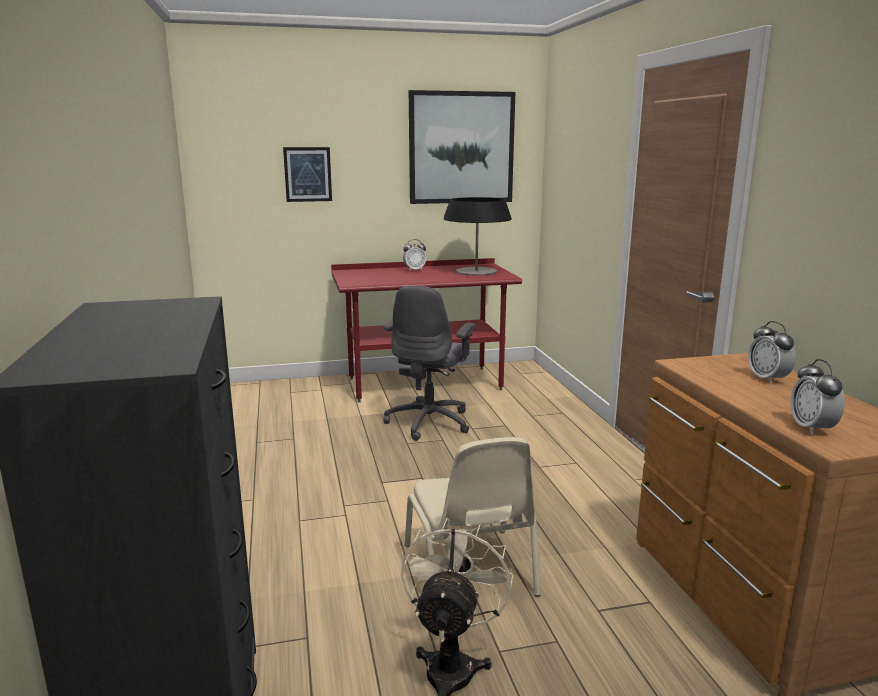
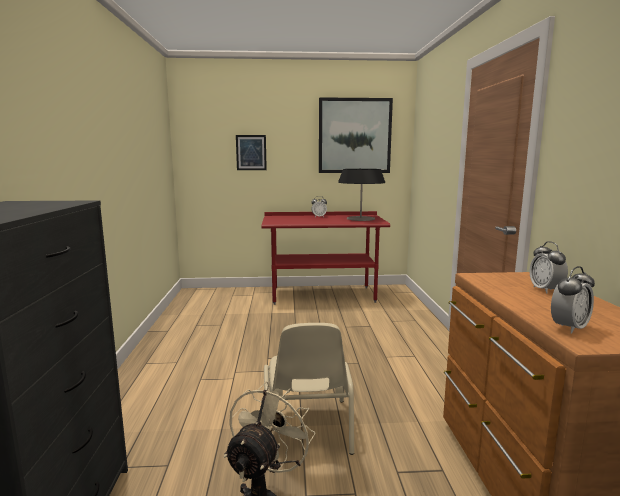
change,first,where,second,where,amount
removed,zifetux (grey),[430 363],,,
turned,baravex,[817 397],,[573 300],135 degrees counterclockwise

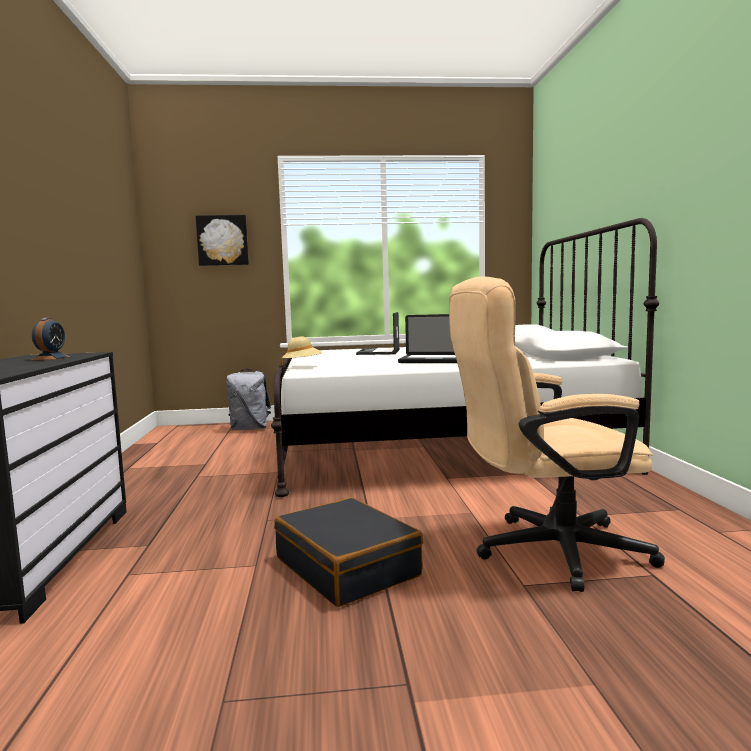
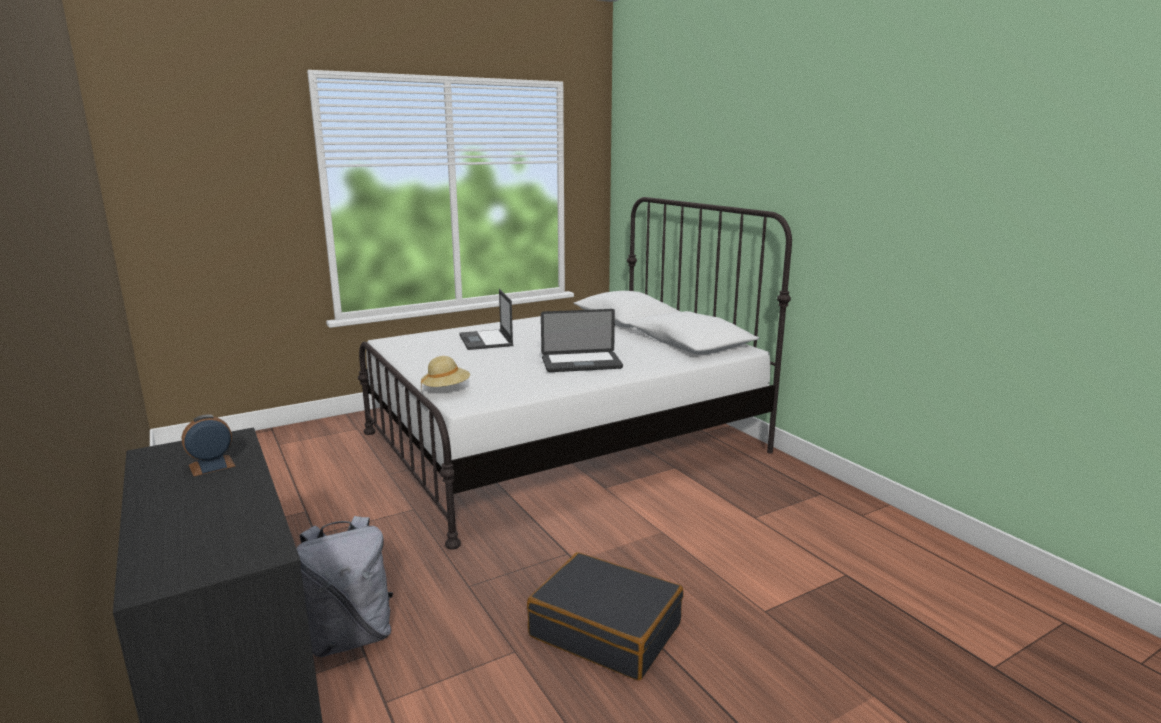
change,first,where,second,where,amount
removed,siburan,[222 240],,,
removed,zifetux (beige),[557 434],,,
moved,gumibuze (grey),[248 399],,[344 586],
turned,baravex,[51 339],,[208 445],105 degrees counterclockwise

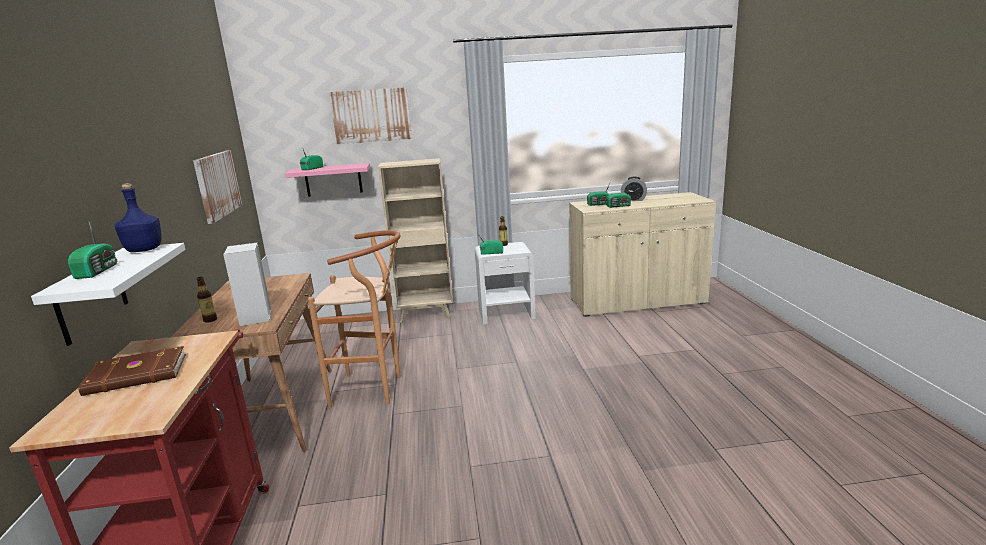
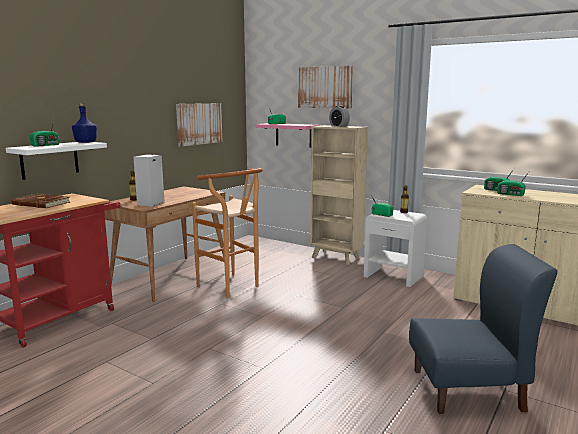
change,first,where,second,where,amount
added,,,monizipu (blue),[483 329],
moved,baravex,[634 189],,[339 116],

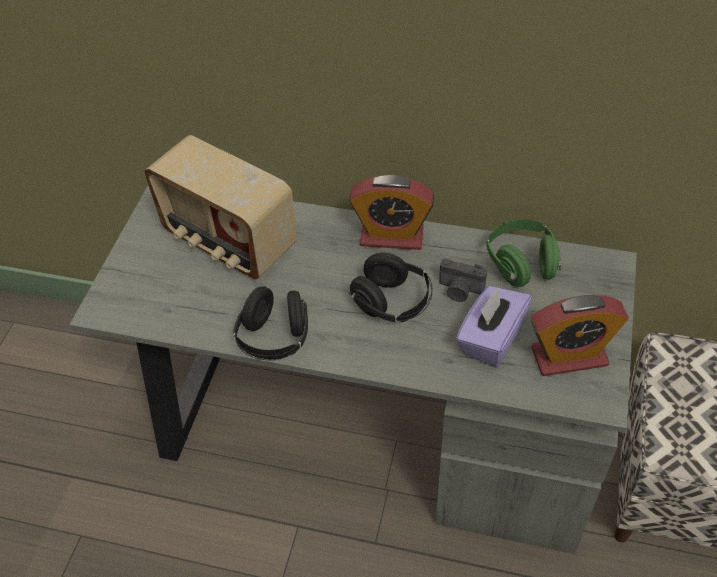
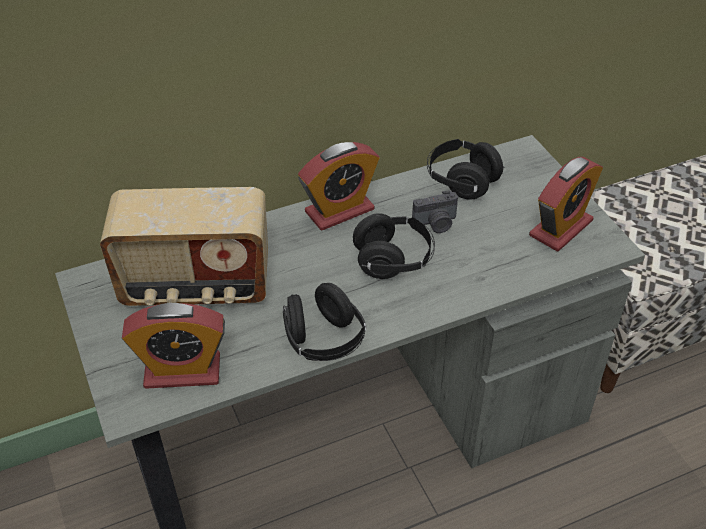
change,first,where,second,where,amount
removed,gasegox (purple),[494 326],,,
added,,,baravex,[173 346],
recoloured,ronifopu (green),[523 253],ronifopu (black),[465 169],

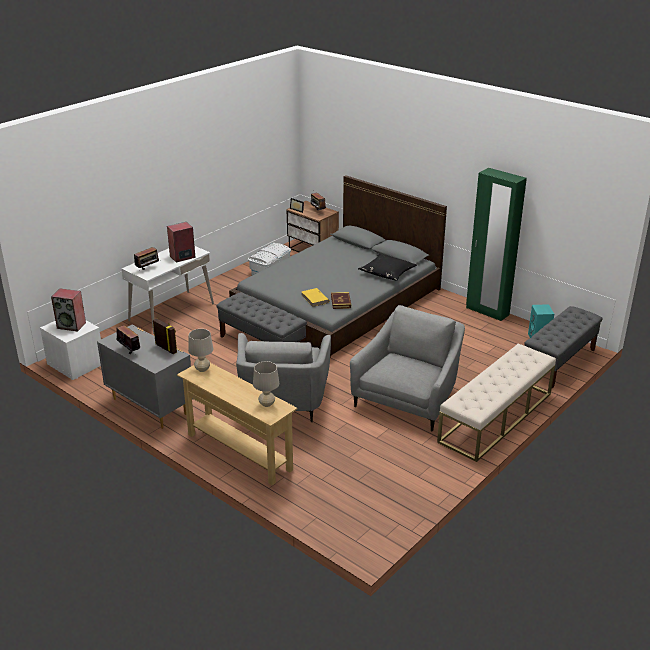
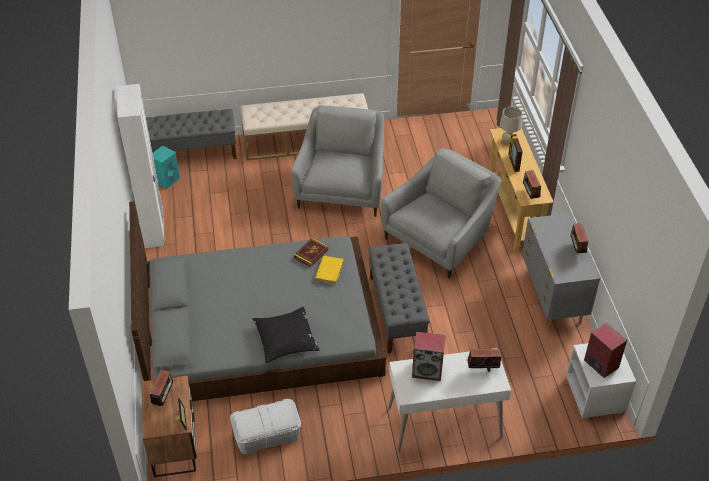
change,first,where,second,where,amount
moved,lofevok,[165 336],,[515 153],
moved,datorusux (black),[387 267],,[286 334],
replaced,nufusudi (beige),[200 350],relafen,[532 185],
recoloured,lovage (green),[496 244],lovage (white),[141 166],
turned,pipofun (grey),[407 368],,[337 161],120 degrees clockwise

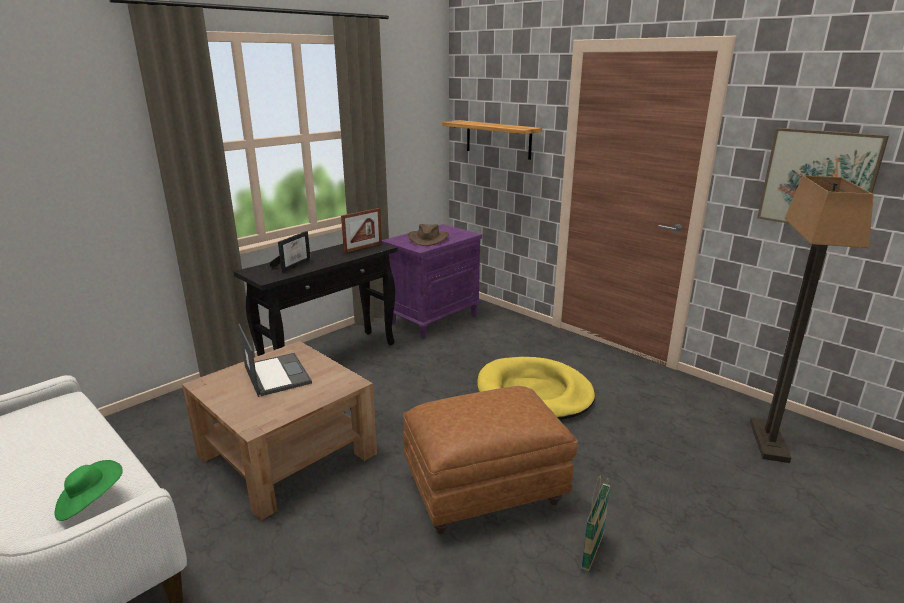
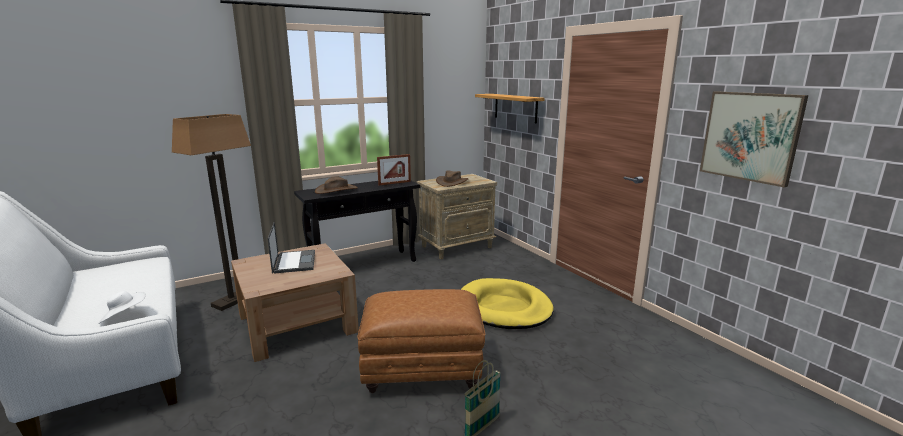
change,first,where,second,where,amount
moved,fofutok,[812 319],,[211 212],
replaced,lofevok,[290 252],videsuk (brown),[336 185],
recoloured,videsuk (green),[88 490],videsuk (white),[122 307],
recoloured,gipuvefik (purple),[432 281],gipuvefik (beige),[457 216],

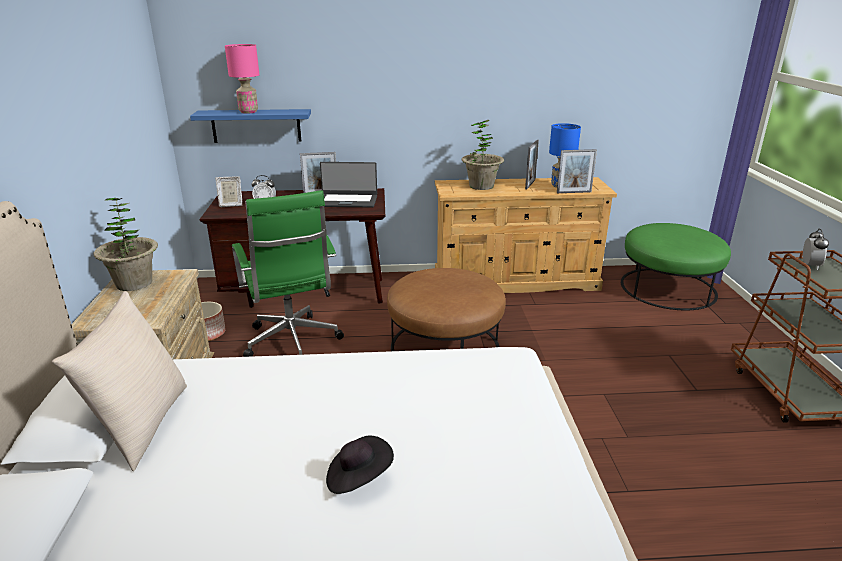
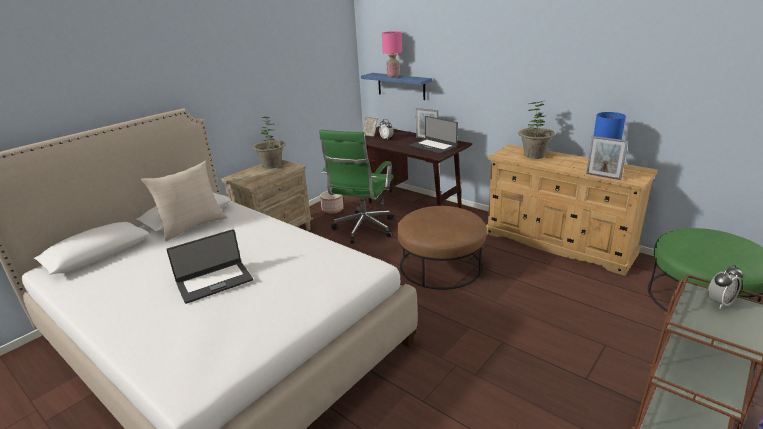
change,first,where,second,where,amount
removed,lofevok,[532 164],,,
replaced,videsuk (black),[360 465],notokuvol,[209 266],

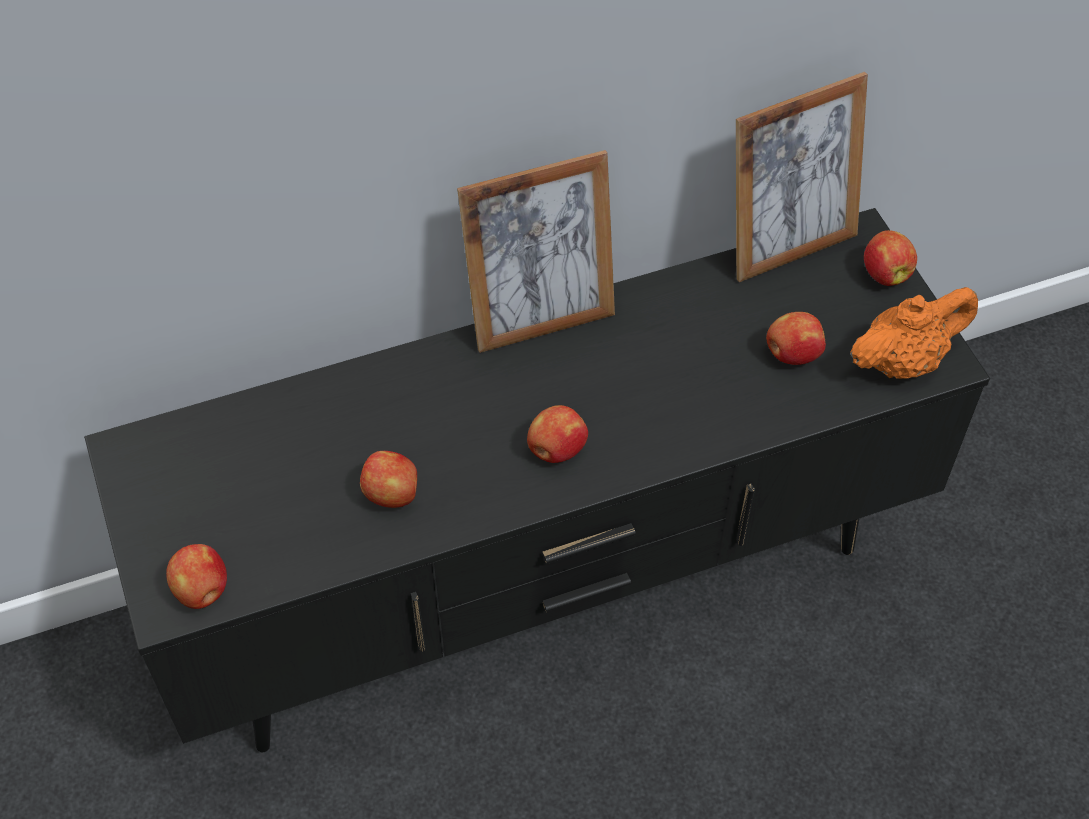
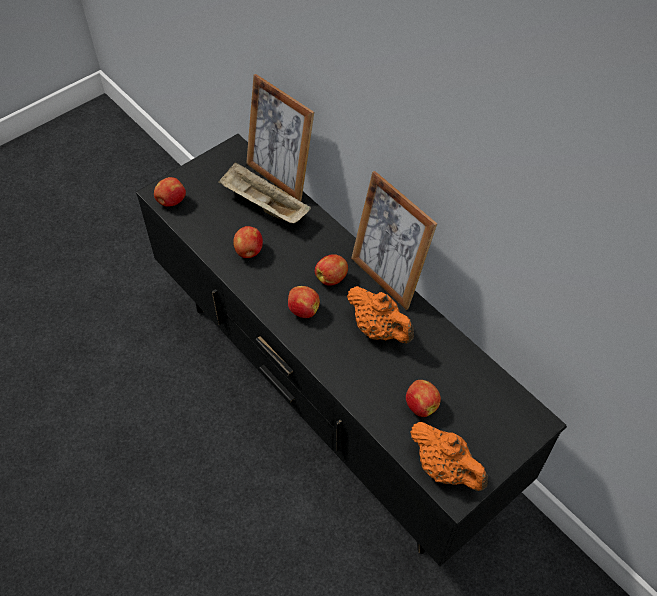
change,first,where,second,where,amount
added,,,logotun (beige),[264 193],
added,,,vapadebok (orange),[380 314],
moved,lofevok,[802 177],,[280 137],
moved,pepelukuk,[890 258],,[331 270],

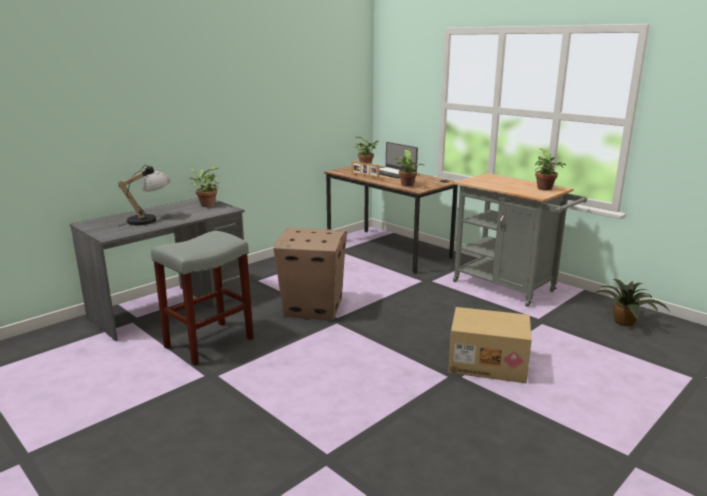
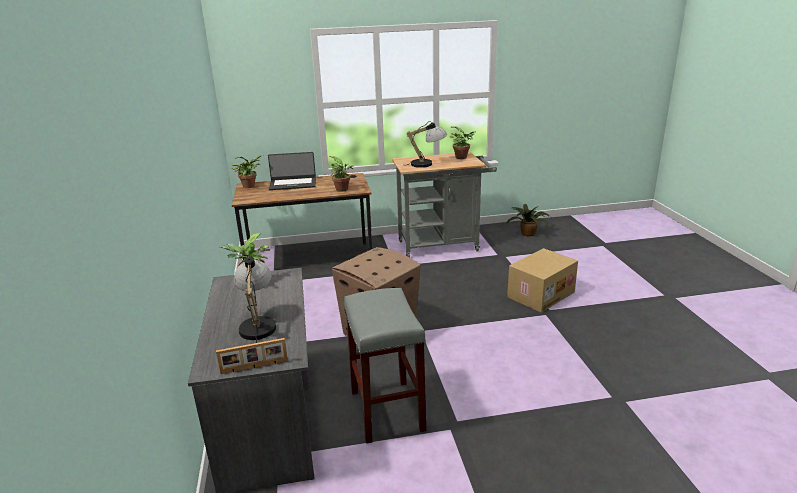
change,first,where,second,where,amount
added,,,nufusudi,[427 144],
moved,lofevok,[365 170],,[252 356],

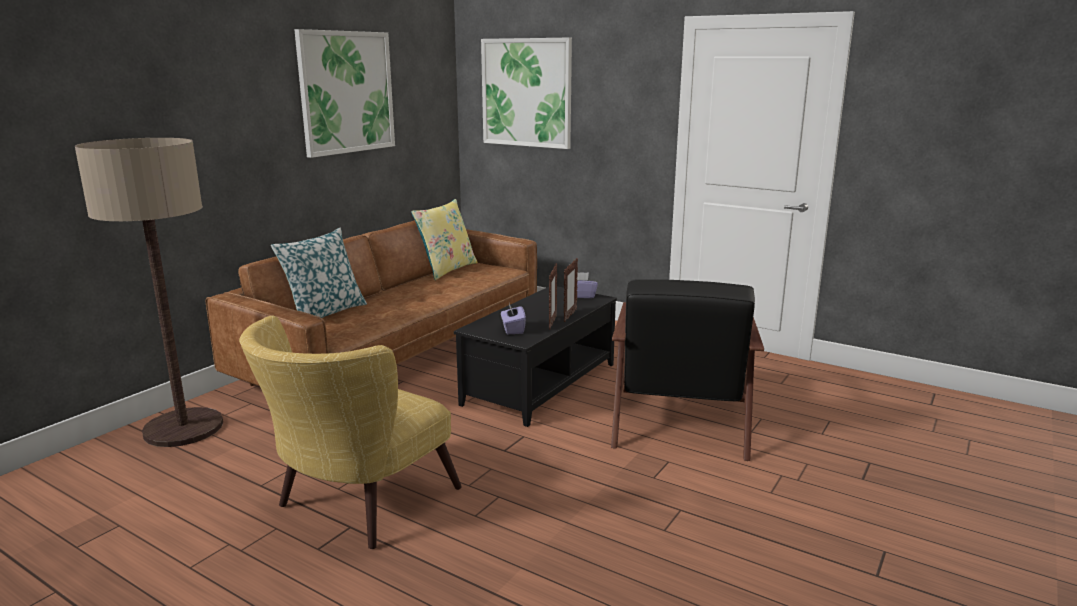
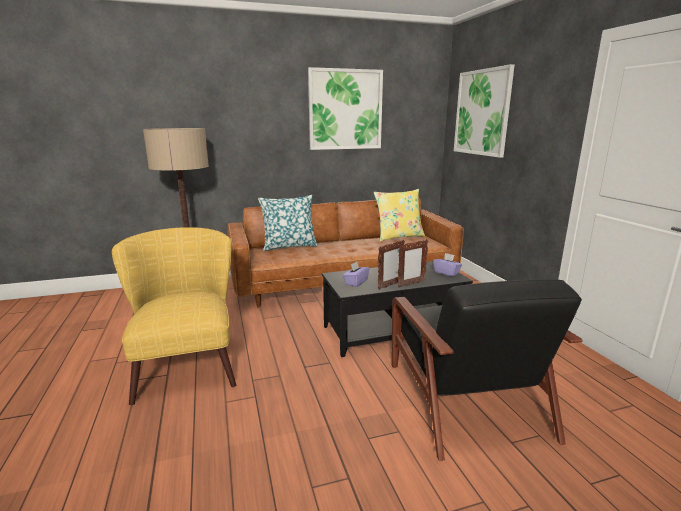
change,first,where,second,where,amount
turned,pipofun (yellow),[350 432],,[174 316],90 degrees clockwise
turned,pipofun (black),[687 370],,[487 370],60 degrees counterclockwise

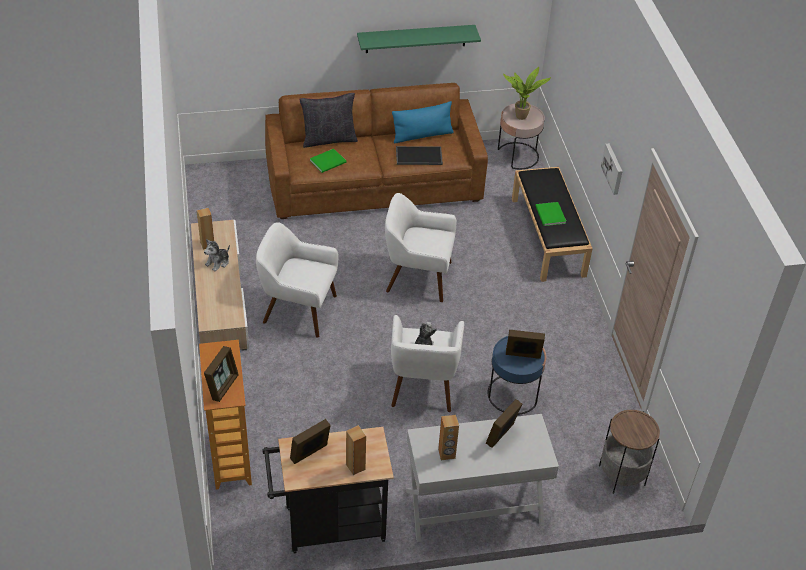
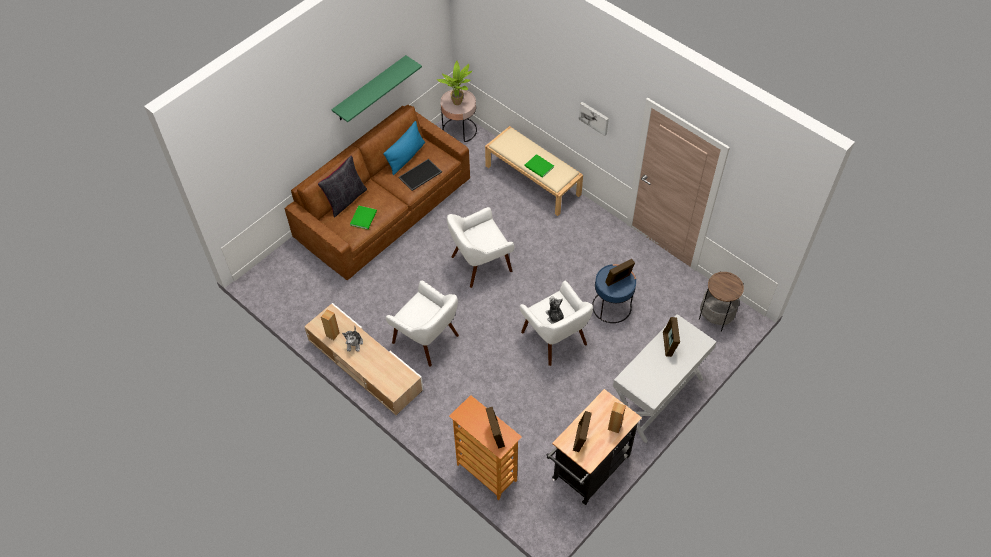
change,first,where,second,where,amount
removed,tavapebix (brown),[448 437],,,
recoloured,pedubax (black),[552 224],pedubax (beige),[534 171],
turned,pipofun (white),[297 279],,[422 323],120 degrees counterclockwise

